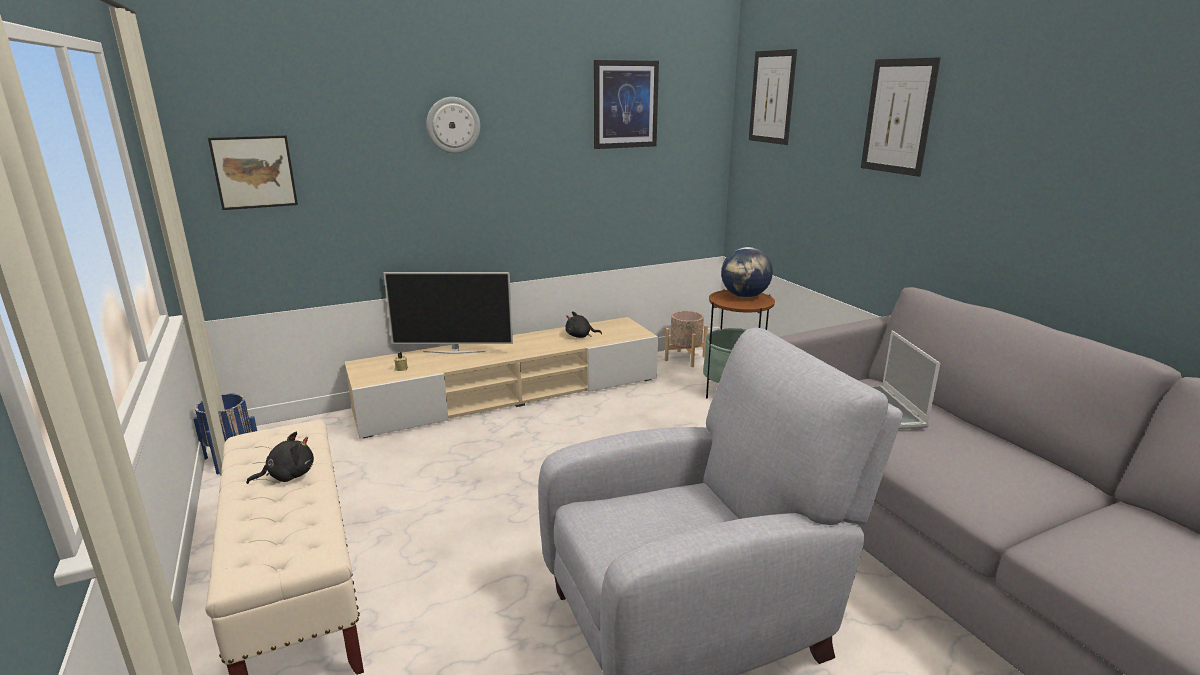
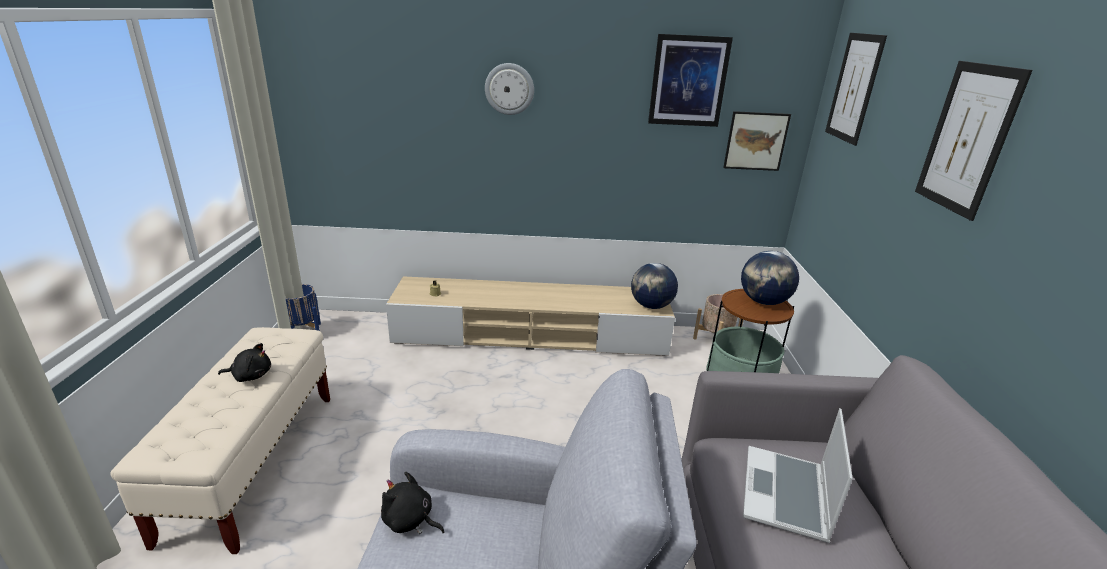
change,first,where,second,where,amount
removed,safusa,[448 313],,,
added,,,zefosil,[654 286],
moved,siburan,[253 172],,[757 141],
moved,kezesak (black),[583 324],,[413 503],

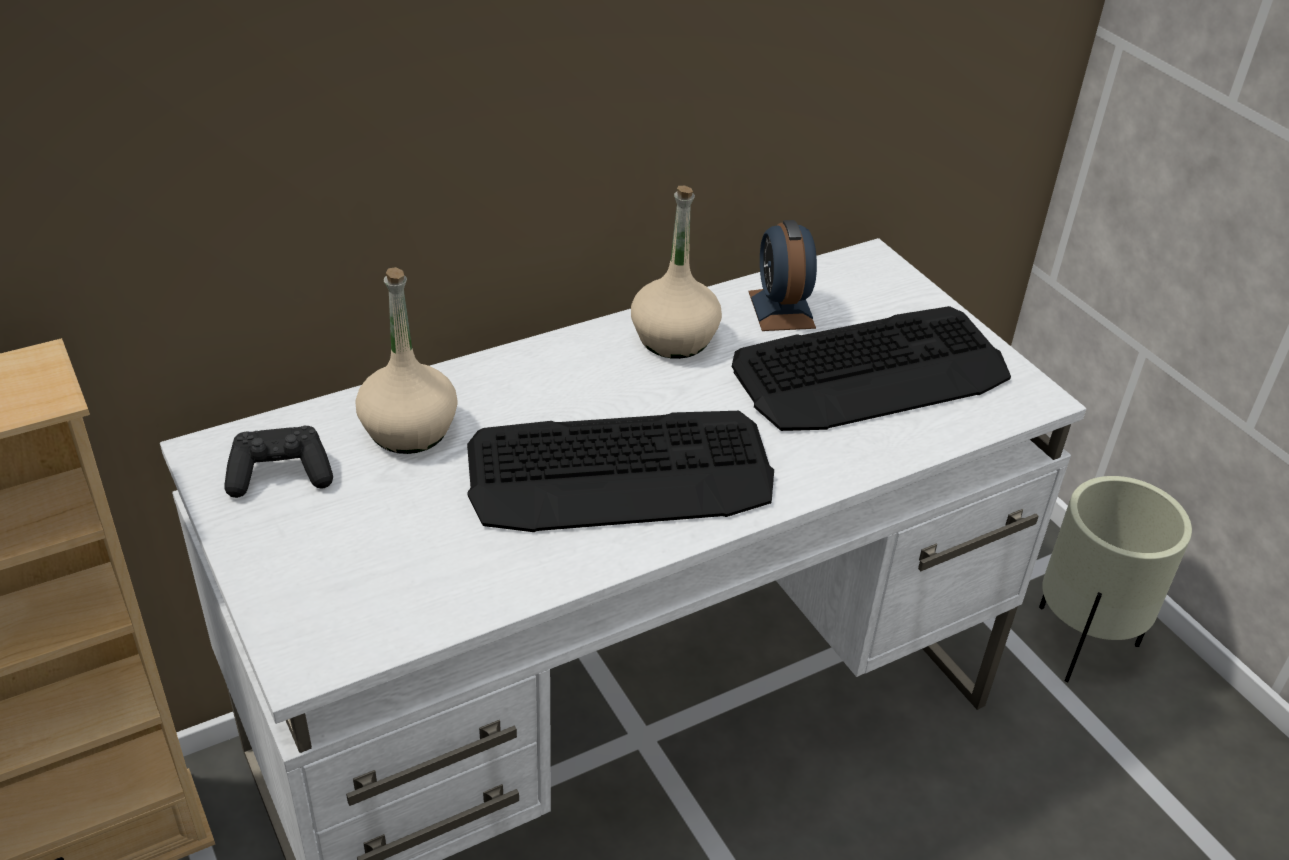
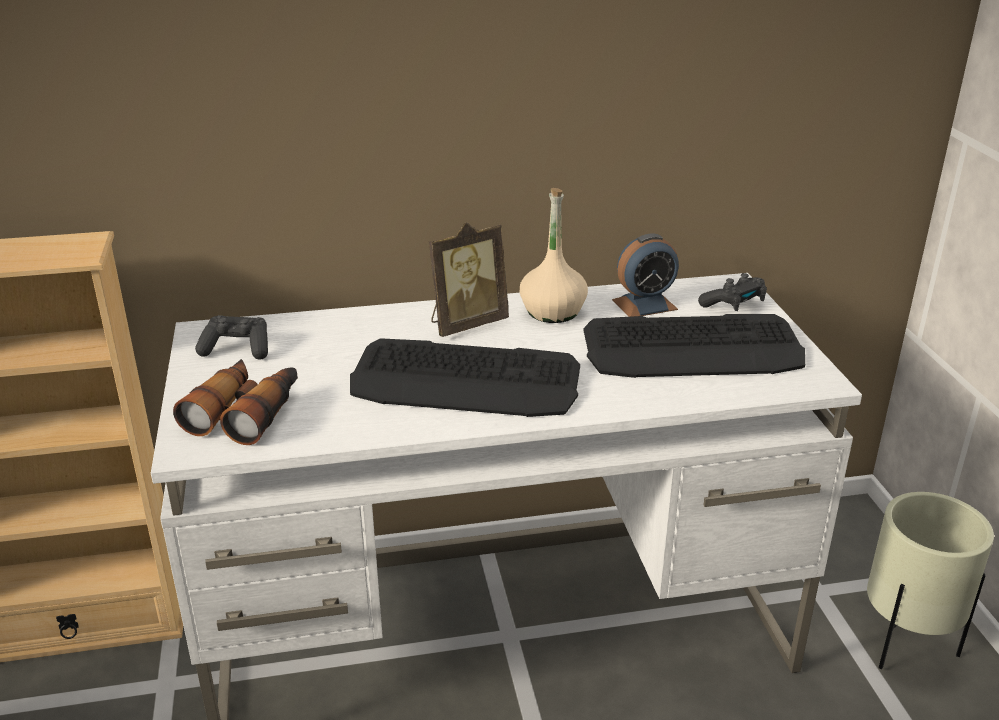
change,first,where,second,where,amount
removed,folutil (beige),[407 360],,,
added,,,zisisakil,[235 402],
added,,,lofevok,[469 279],
added,,,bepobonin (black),[732 292],
turned,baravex,[782 275],,[645 275],120 degrees counterclockwise

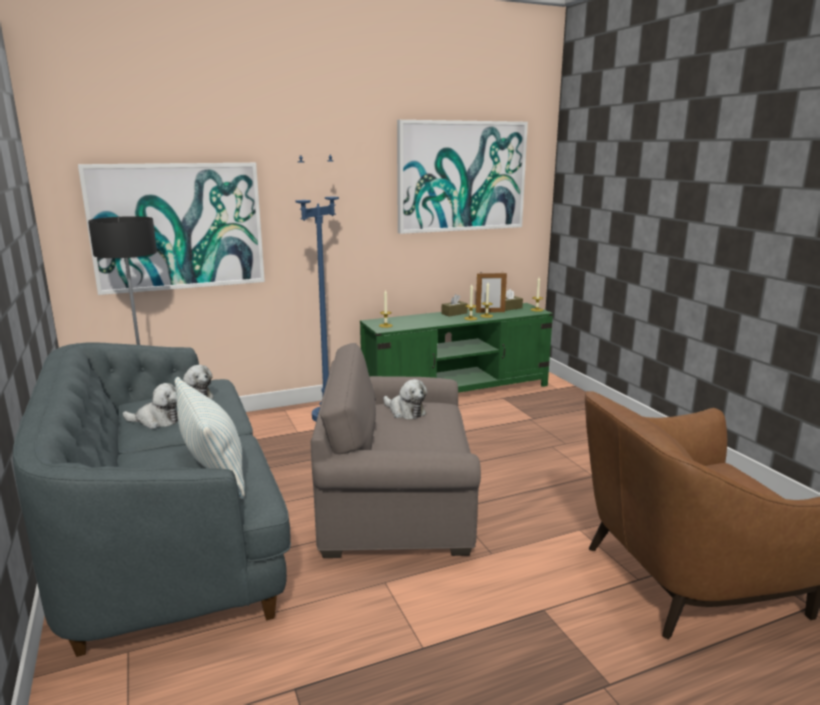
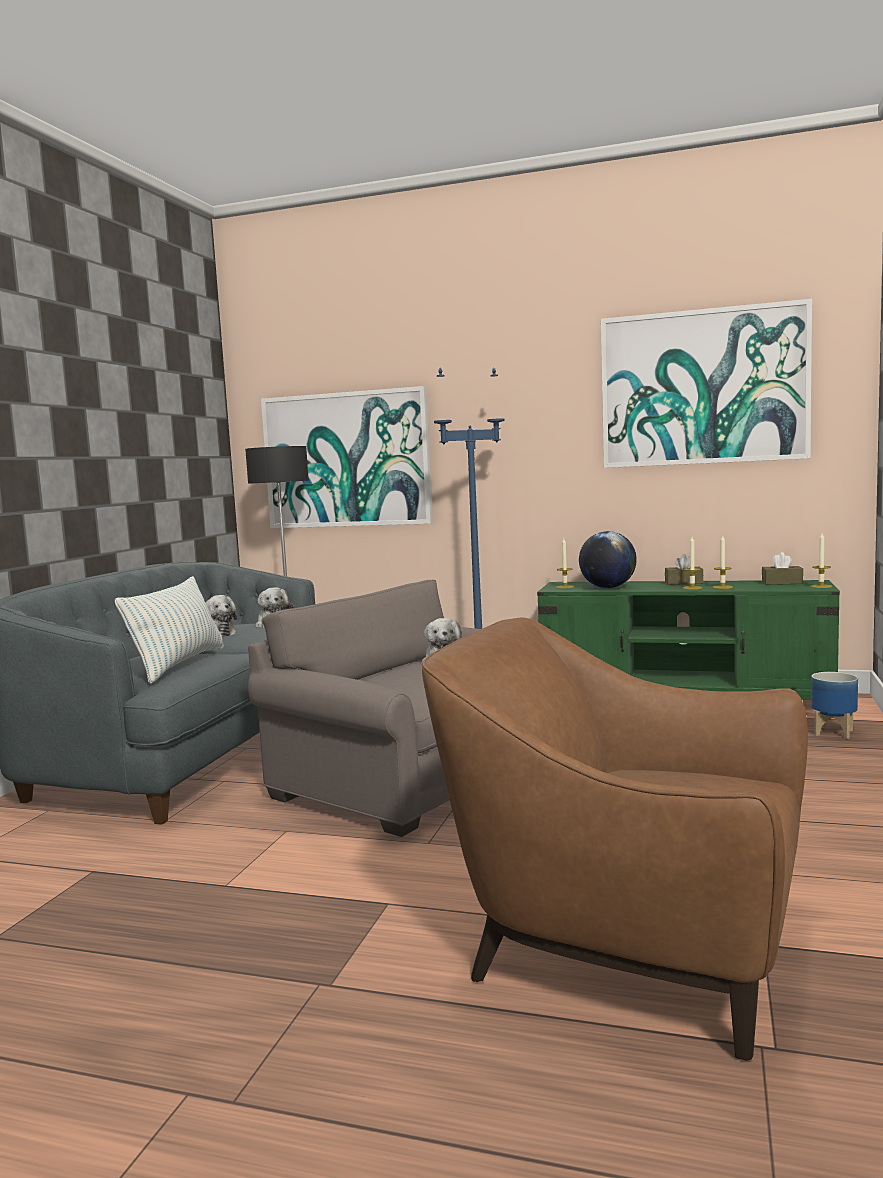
change,first,where,second,where,amount
removed,lofevok,[491 292],,,
added,,,zefosil,[608 559],
added,,,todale,[834 705],

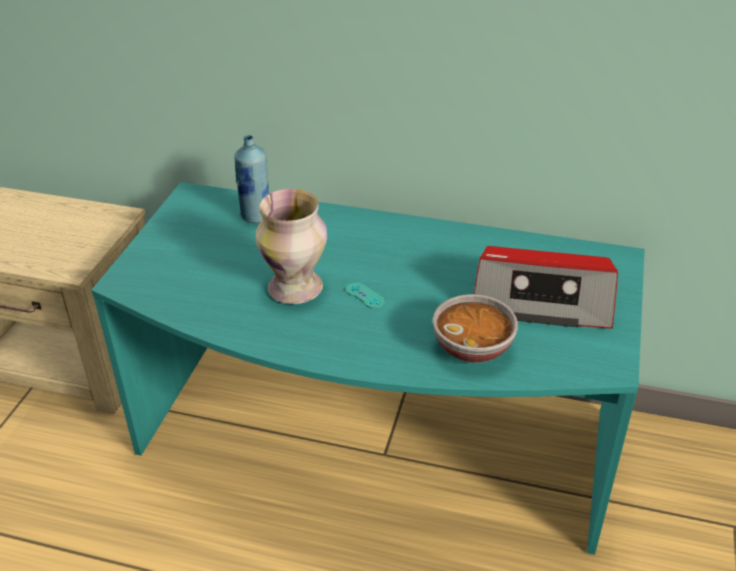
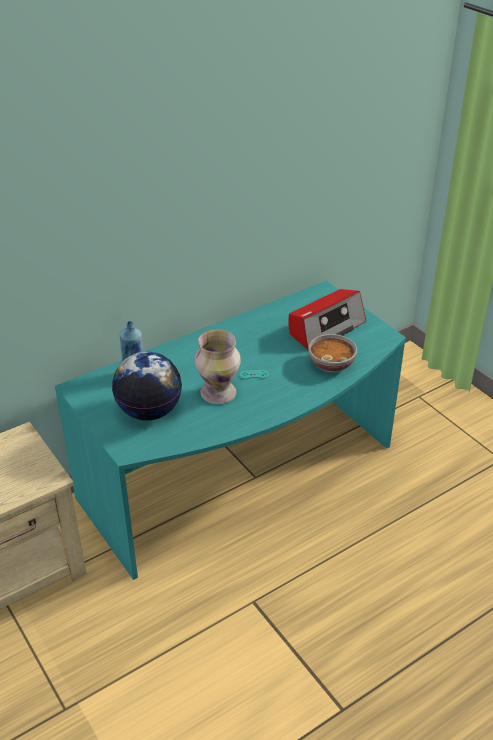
change,first,where,second,where,amount
added,,,zefosil,[147 386],

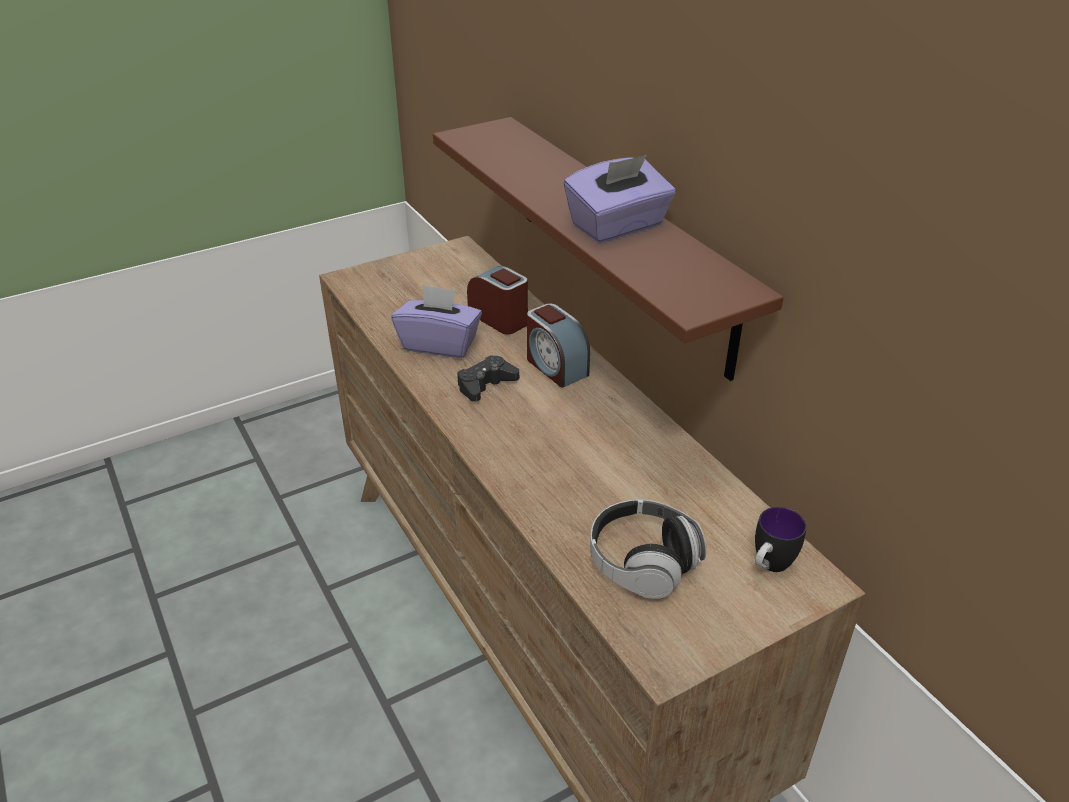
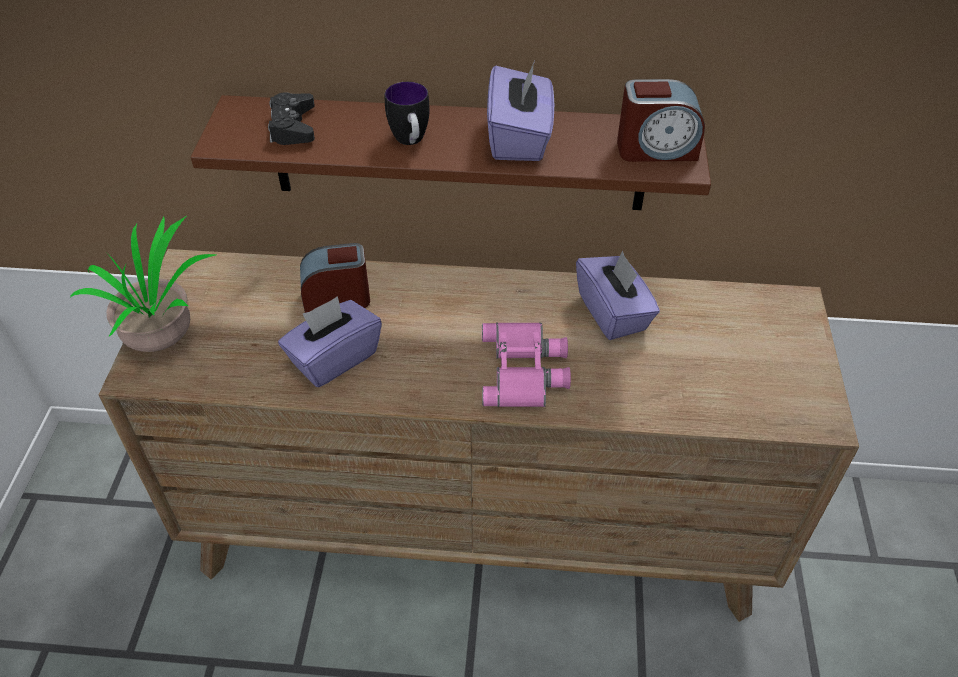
change,first,where,second,where,amount
removed,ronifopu,[648 549],,,
added,,,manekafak,[143 284],
added,,,zisisakil (pink),[526 364],
added,,,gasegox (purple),[618 295],
moved,bepobonin (black),[488 378],,[291 118],
moved,baravex,[558 346],,[661 120],
moved,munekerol,[780 539],,[407 113],

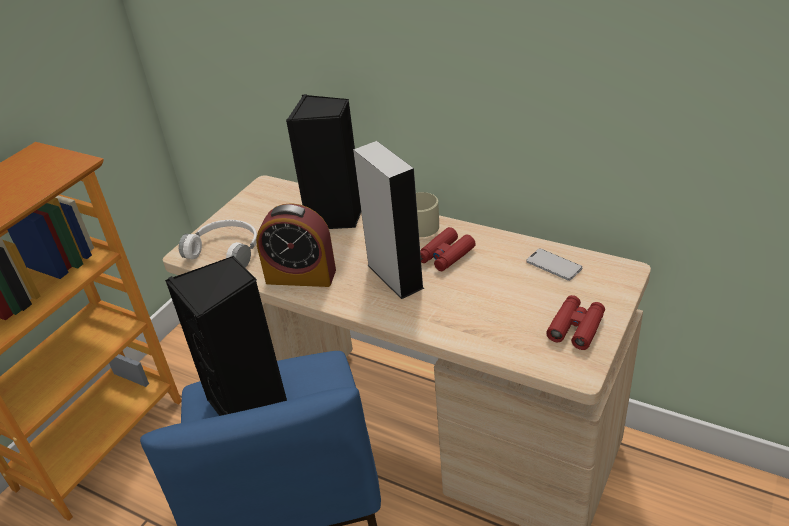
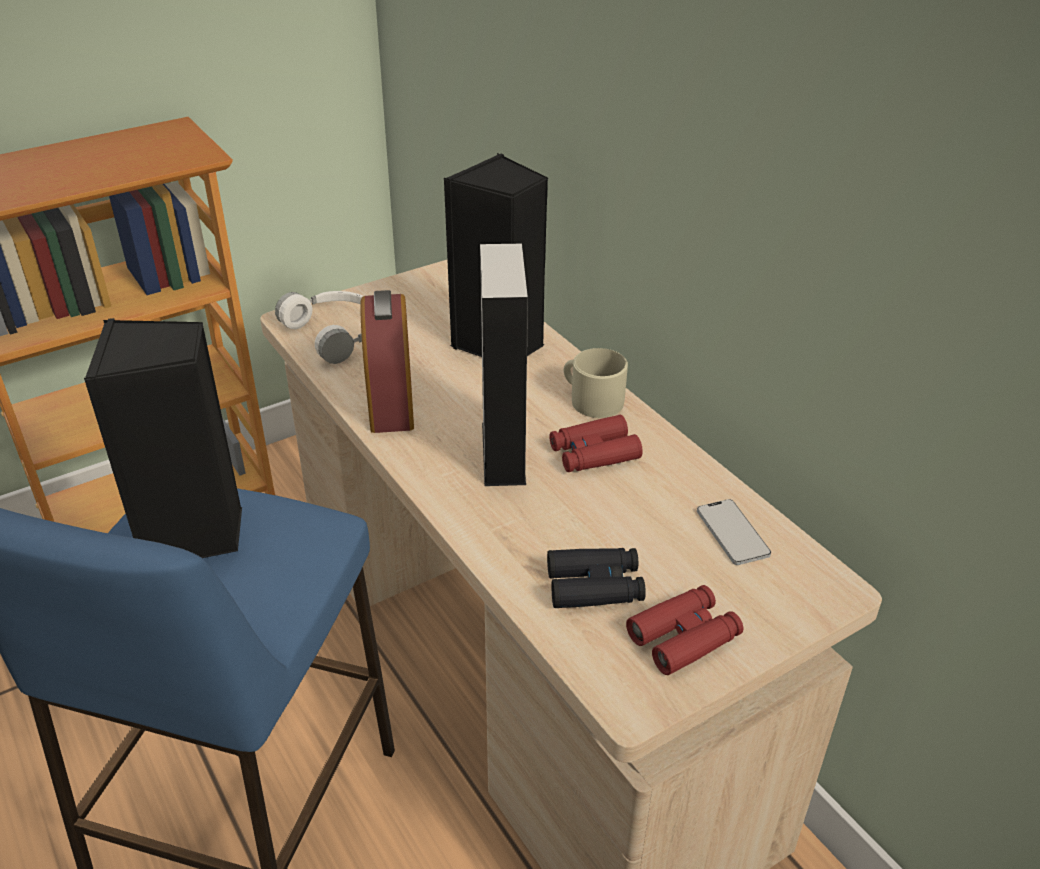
change,first,where,second,where,amount
added,,,zisisakil (black),[596 578],
turned,baravex,[296 245],,[387 361],135 degrees counterclockwise

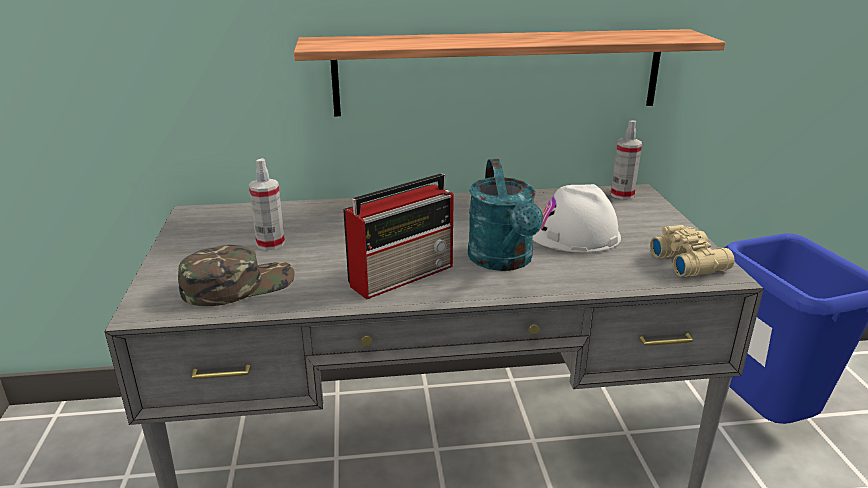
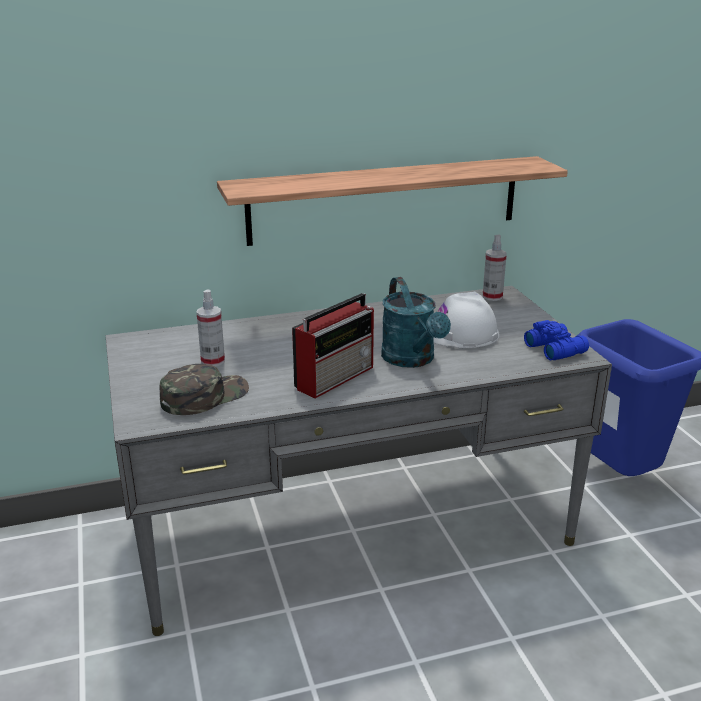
change,first,where,second,where,amount
recoloured,zisisakil (beige),[692 251],zisisakil (blue),[556 340],

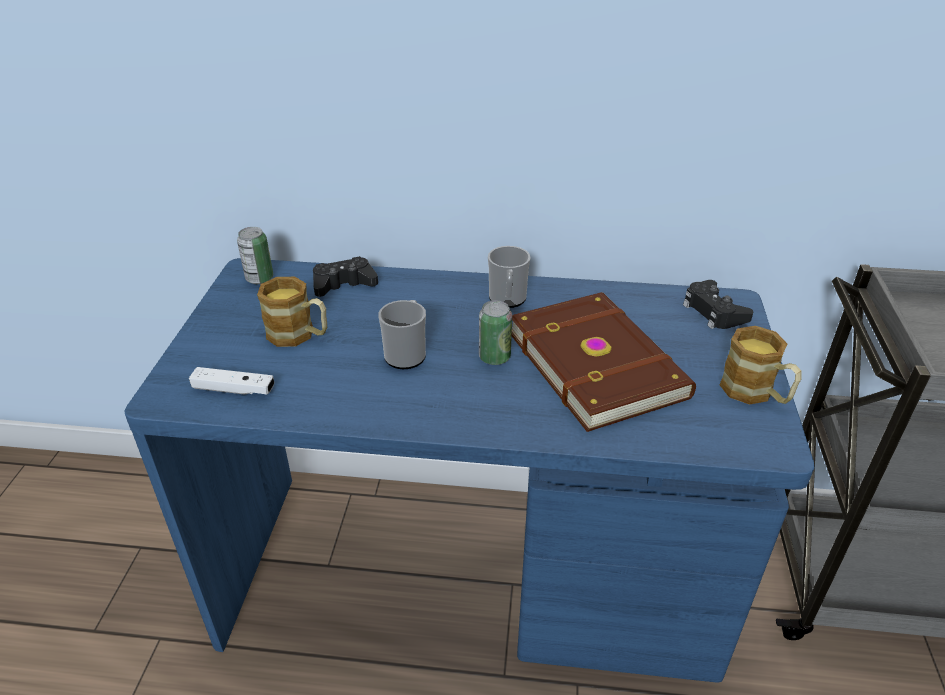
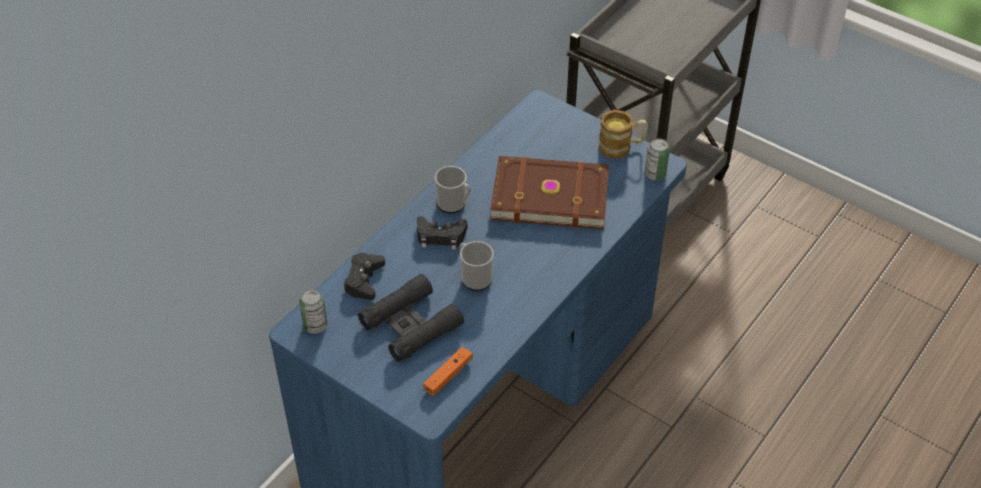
change,first,where,second,where,amount
moved,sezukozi,[495 332],,[657 159],
moved,bepobonin (black),[718 304],,[442 233],
replaced,munekerol,[292 312],zisisakil (black),[411 318],
recoloured,bepobonin (white),[231 381],bepobonin (orange),[448 371],

